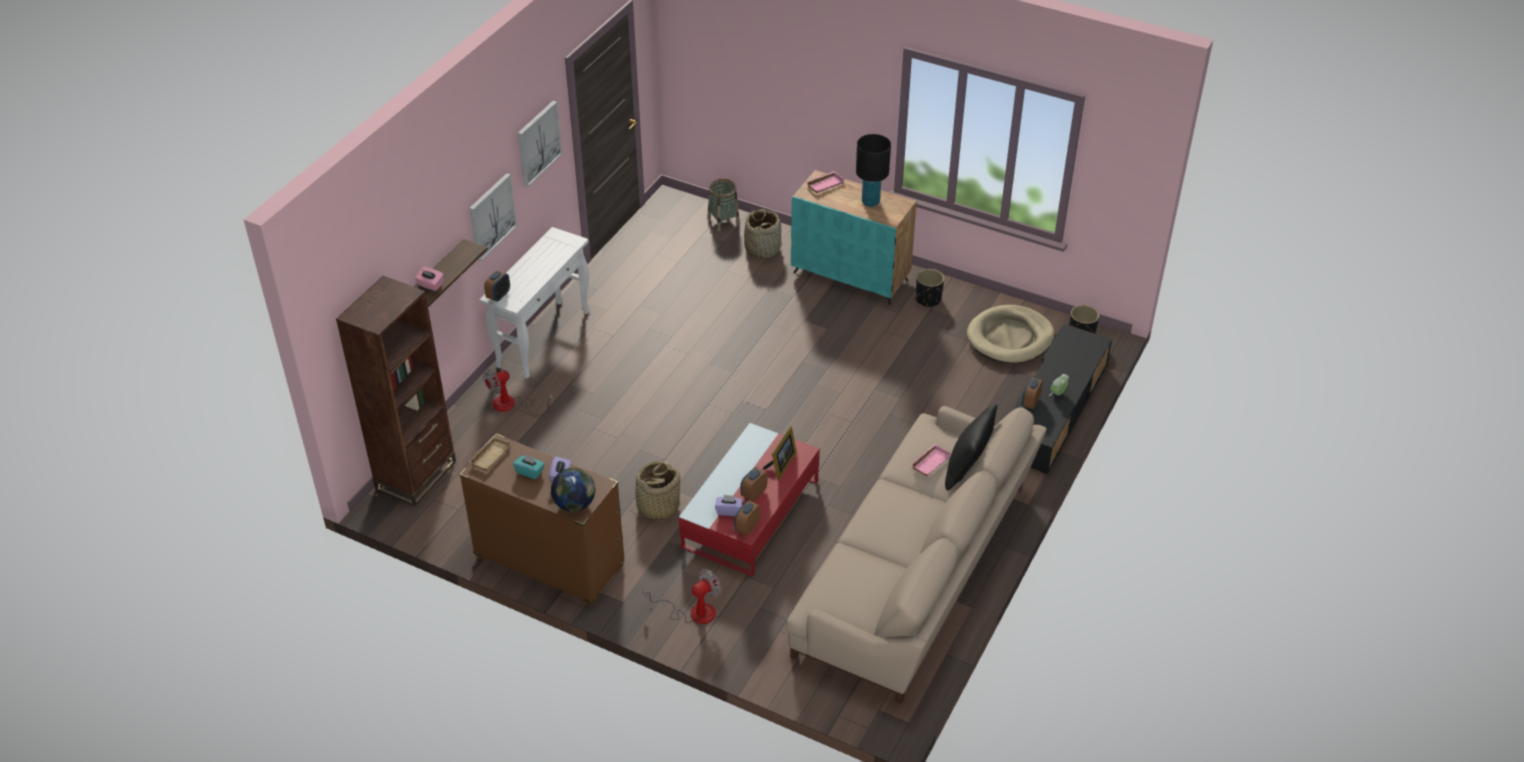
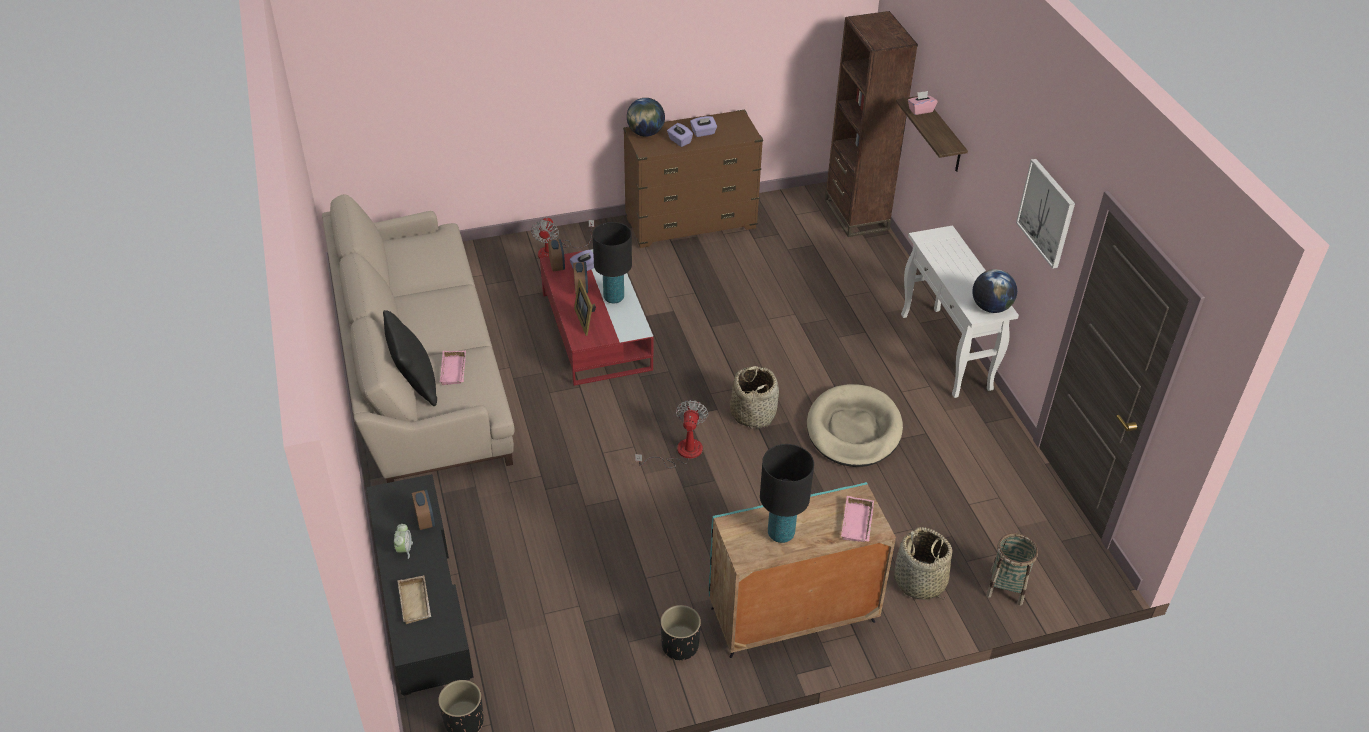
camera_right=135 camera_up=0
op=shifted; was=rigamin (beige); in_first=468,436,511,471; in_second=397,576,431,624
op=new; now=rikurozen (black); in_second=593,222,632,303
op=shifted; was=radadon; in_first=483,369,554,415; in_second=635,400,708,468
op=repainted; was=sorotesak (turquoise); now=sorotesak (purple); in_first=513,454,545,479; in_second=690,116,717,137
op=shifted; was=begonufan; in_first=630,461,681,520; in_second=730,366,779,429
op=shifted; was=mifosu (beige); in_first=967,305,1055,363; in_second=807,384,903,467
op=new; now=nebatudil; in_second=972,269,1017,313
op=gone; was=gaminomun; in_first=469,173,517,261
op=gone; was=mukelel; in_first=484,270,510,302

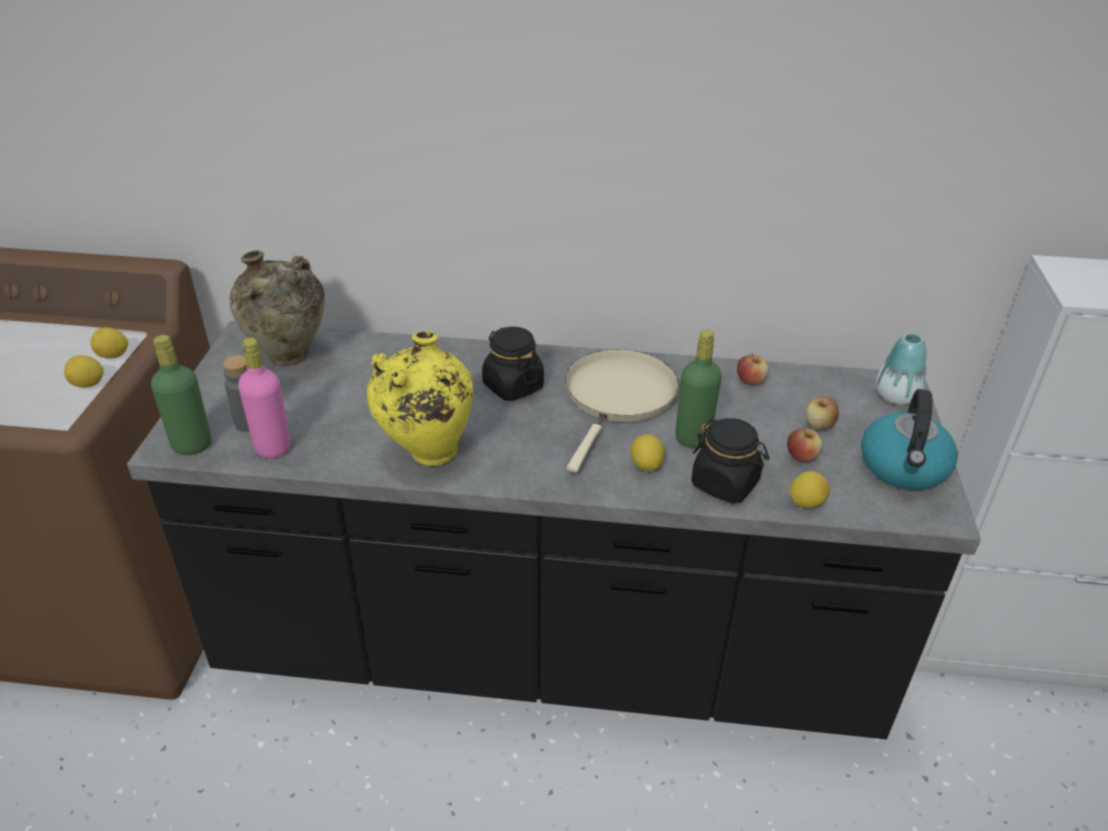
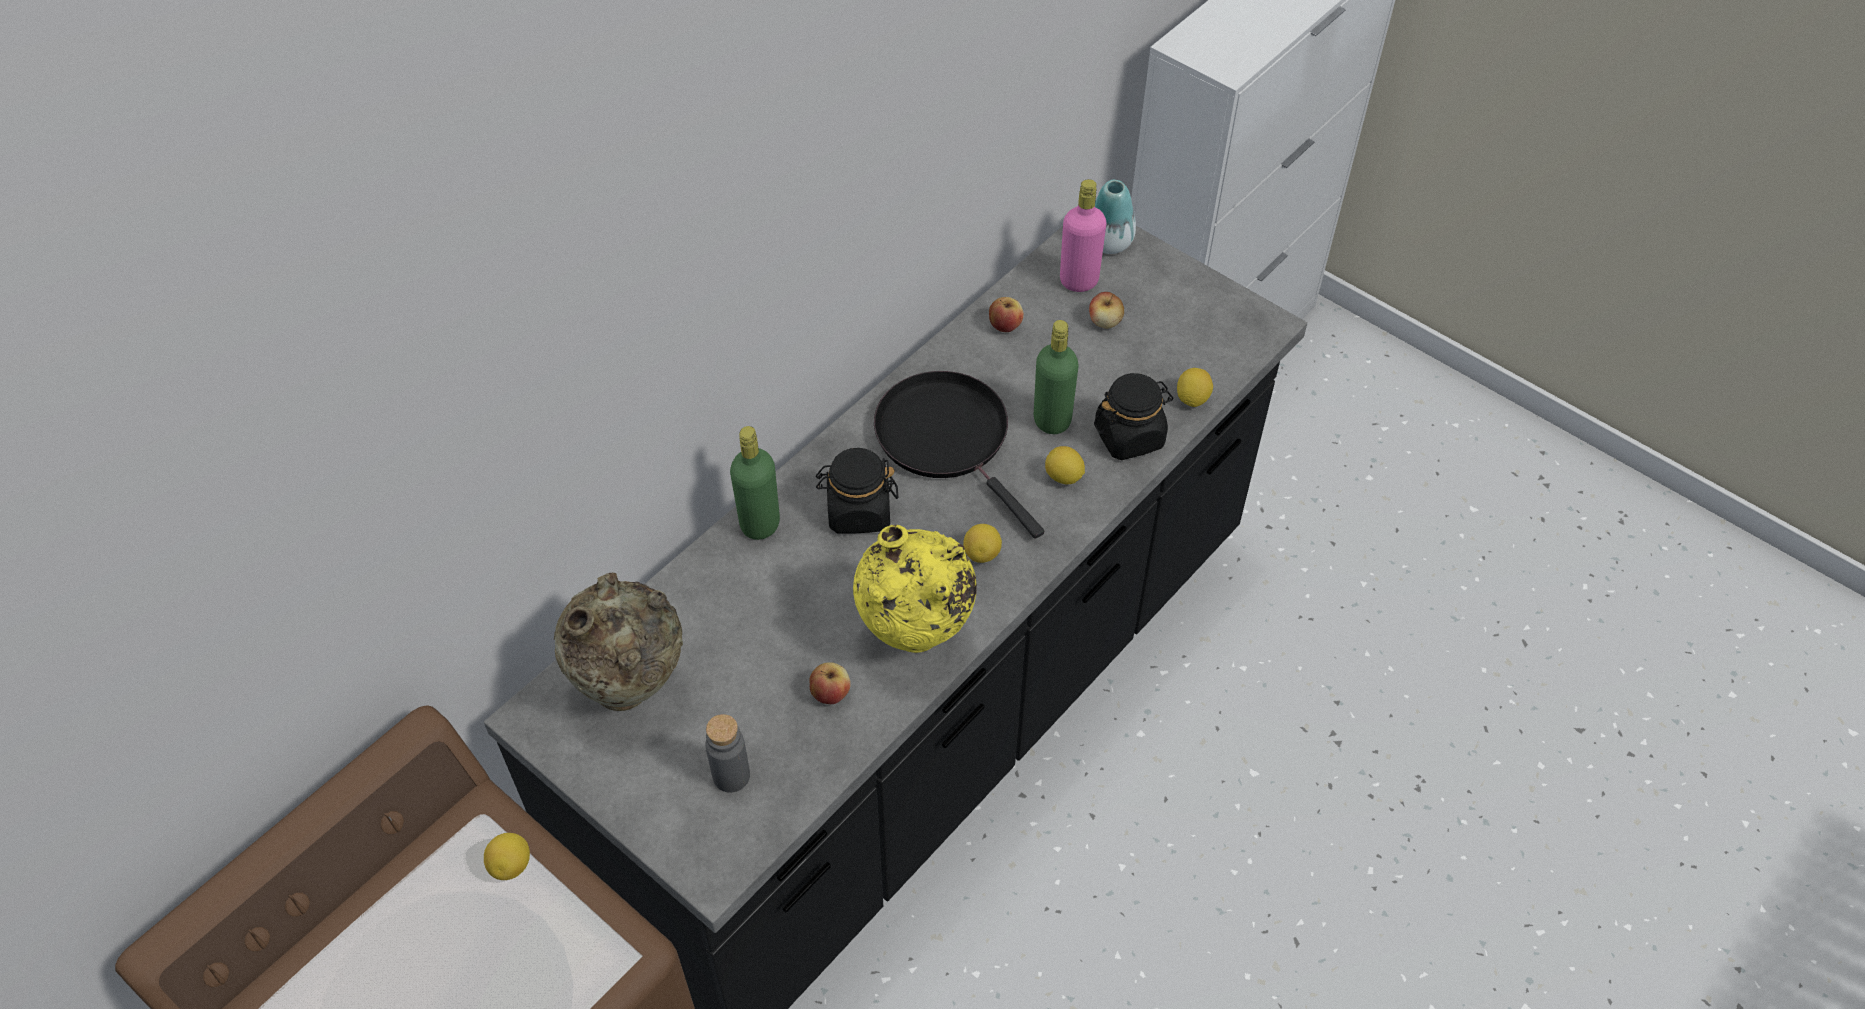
camera_right=-55 camera_up=15
op=shifted; was=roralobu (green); in_first=151,335,211,455; in_second=730,426,780,540
op=shifted; was=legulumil; in_first=787,427,823,462; in_second=809,662,851,704
op=repainted; was=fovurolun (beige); now=fovurolun (black); in_first=565,349,679,473; in_second=874,371,1044,538
op=shifted; was=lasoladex; in_first=64,355,104,388; in_second=963,524,1002,563
op=shifted; was=roralobu (pink); in_first=238,338,291,459; in_second=1060,179,1107,292
op=gone; was=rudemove; in_first=861,389,958,490

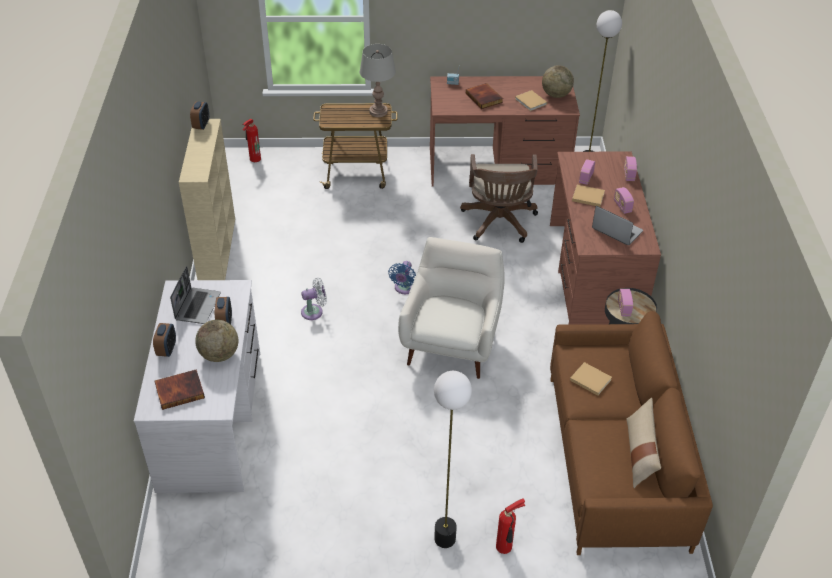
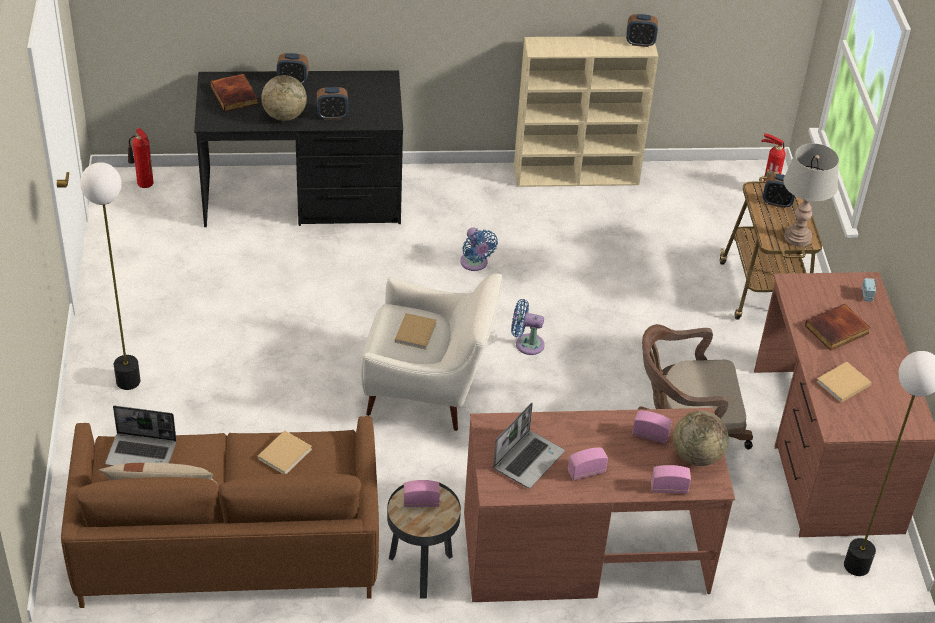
camera_right=85 camera_up=0
op=shifted; was=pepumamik; in_first=170,266,221,324; in_second=105,406,176,466
op=shifted; was=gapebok; in_first=496,499,526,554; in_second=128,128,154,188
op=repainted; was=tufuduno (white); now=tufuduno (black); in_first=134,280,260,493; in_second=194,70,403,227
op=shifted; was=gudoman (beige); in_first=572,185,605,207; in_second=395,313,437,349
op=repainted; was=radadon (white); now=radadon (blue); in_first=301,278,327,320; in_second=460,228,498,271
op=shifted; was=nebatudil; in_first=542,65,574,98; in_second=673,411,729,466
op=new; now=mukelel; in_second=763,173,795,208

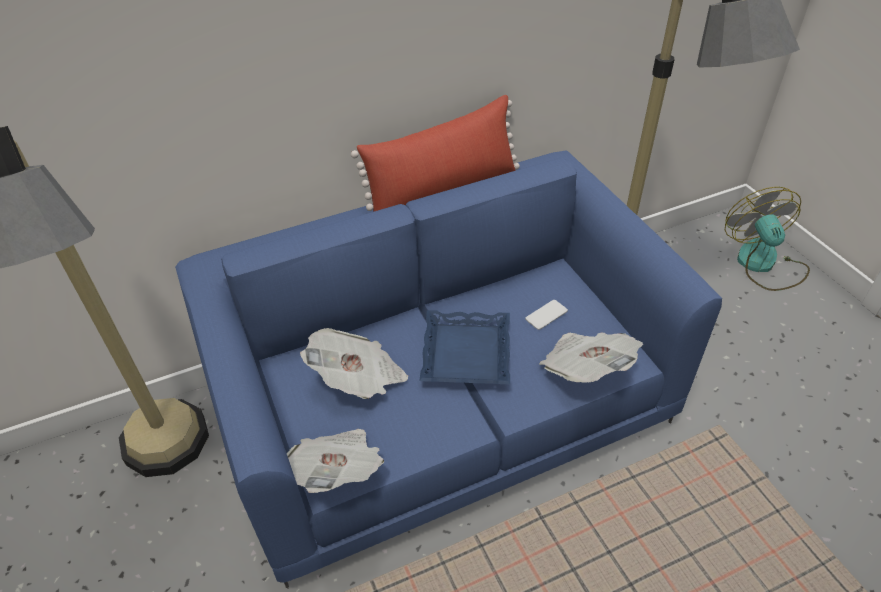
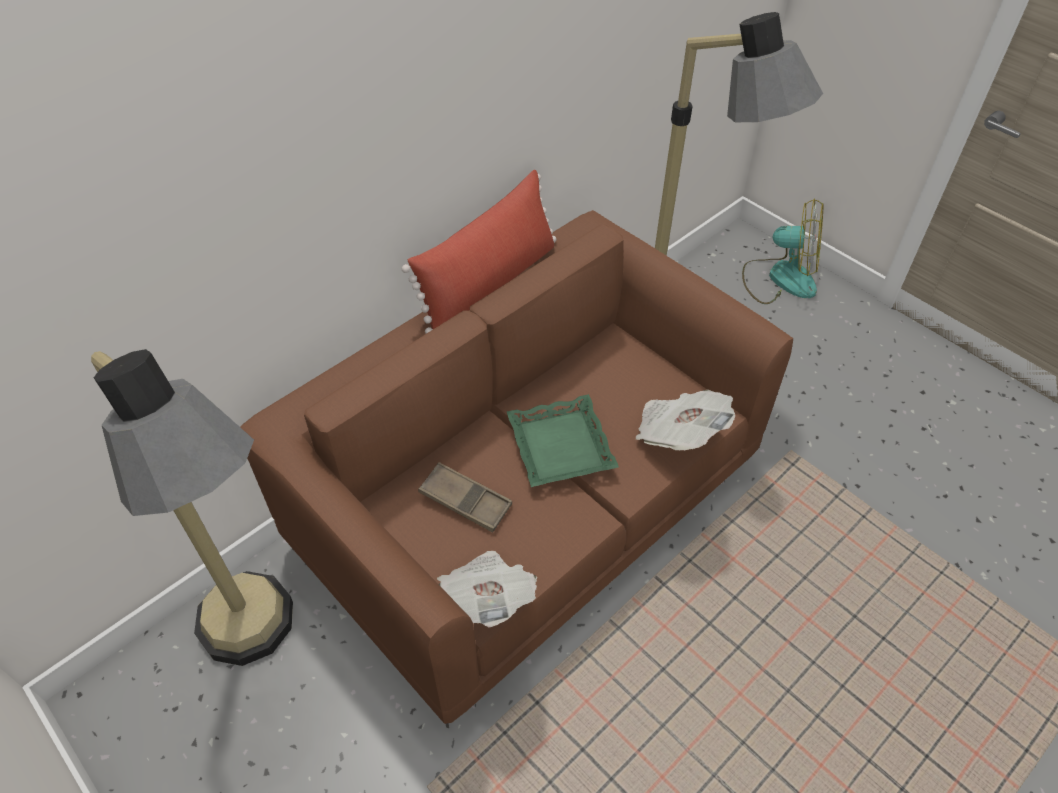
camera_right=-20 camera_up=5
op=repainted; was=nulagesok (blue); now=nulagesok (brown); in_first=175,150,722,589; in_second=240,210,793,728
op=swapped; was=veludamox; now=rigamin (brown); in_first=300,328,408,399; in_second=418,462,512,533
op=repainted; was=rigamin (blue); now=rigamin (green); in_first=420,310,510,384; in_second=507,394,619,487
op=rotated; was=radadon; in_first=725,187,810,291; in_second=742,198,823,304; clockwise=135
op=gone; was=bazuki; in_first=525,300,568,330

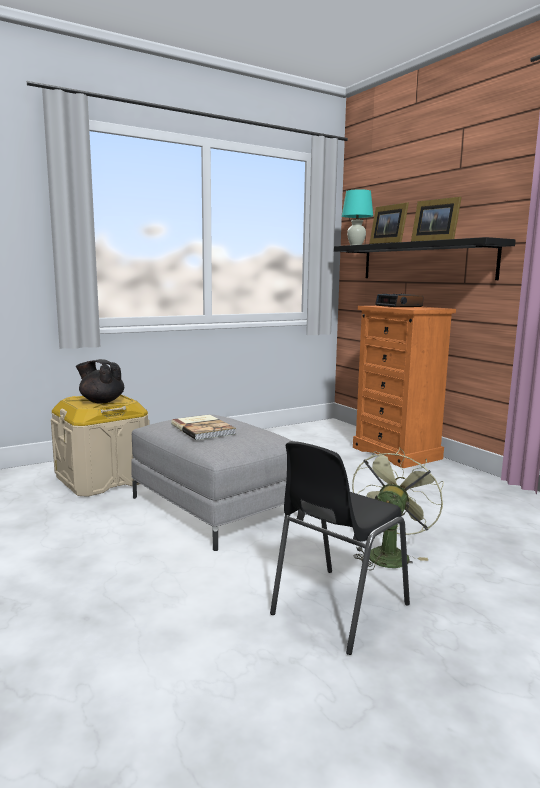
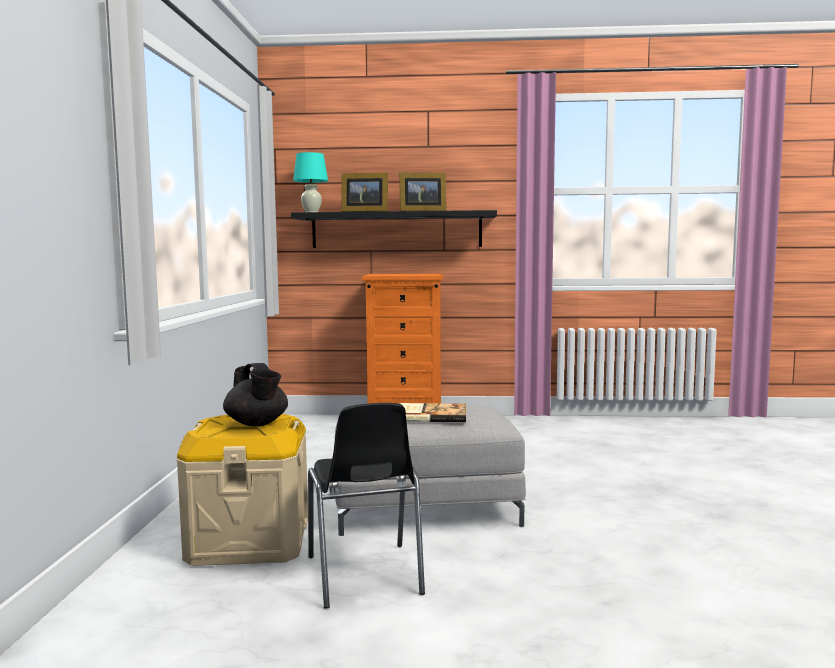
camera_right=-55 camera_up=-5
op=rotated; was=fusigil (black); in_first=76,359,124,403; in_second=223,363,288,426; clockwise=-90
op=shifted; was=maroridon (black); in_first=270,441,410,655; in_second=308,403,425,609
op=gone; was=radadon (green); in_first=352,447,444,570
op=gone; was=mukelel; in_first=375,294,423,307

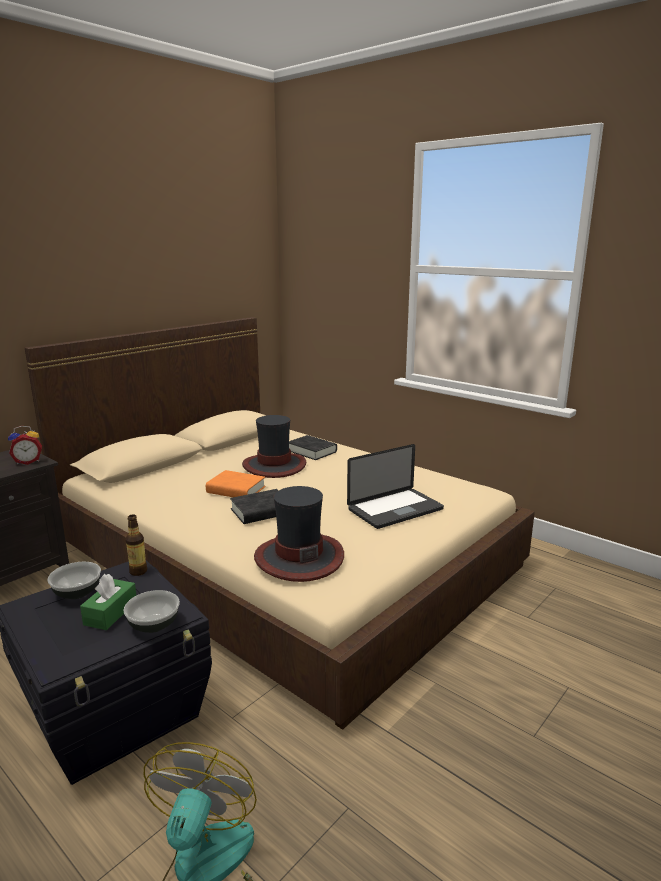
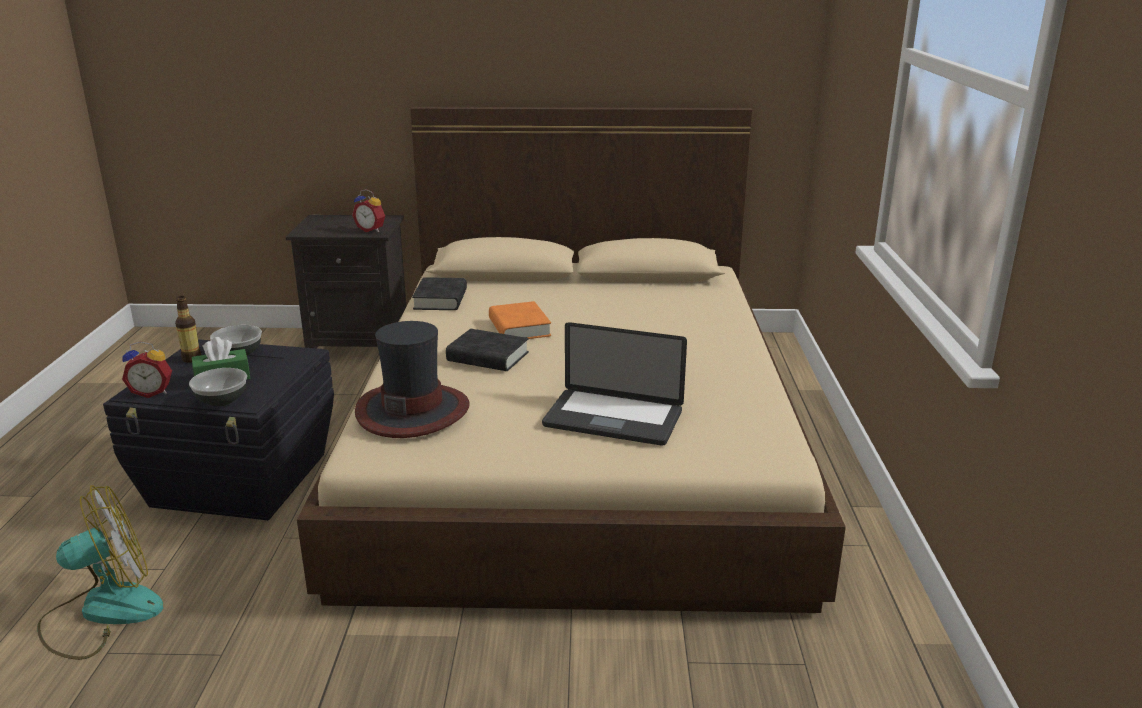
camera_right=50 camera_up=5
op=new; now=mukelel; in_second=122,341,172,398
op=shifted; was=roralobu; in_first=126,515,147,576; in_second=175,296,201,363
op=shifted; was=gudoman (black); in_first=289,435,337,460; in_second=412,277,467,310
op=gone; was=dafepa; in_first=242,415,306,478

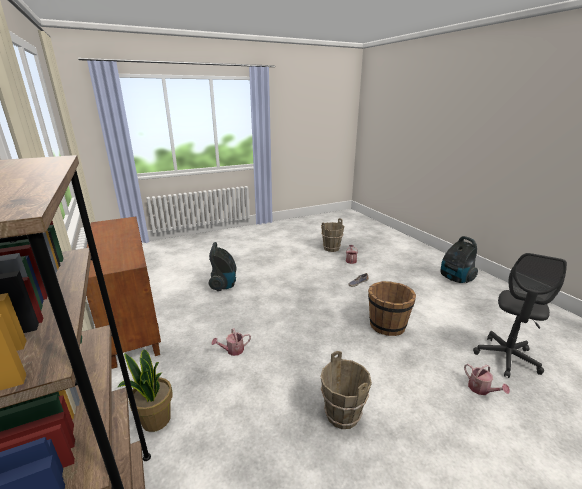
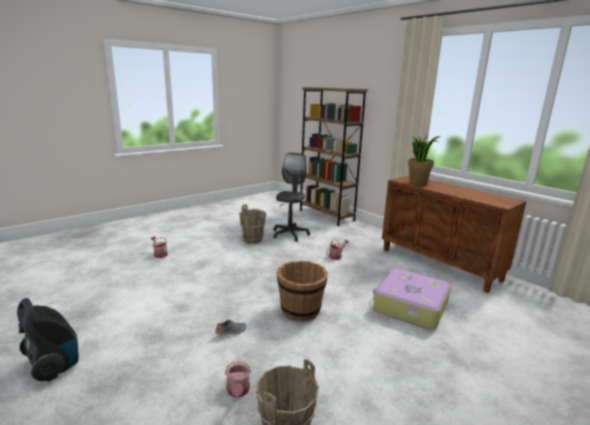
camera_right=165 camera_up=-5
op=shifted; was=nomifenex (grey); in_first=473,253,567,378; in_second=273,153,310,242
op=shifted; was=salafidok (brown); in_first=368,281,416,336; in_second=277,261,328,321
op=swapped; was=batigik; now=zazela; in_first=209,242,236,291; in_second=373,269,451,330
op=shifted; was=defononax; in_first=117,349,173,432; in_second=408,136,441,186

